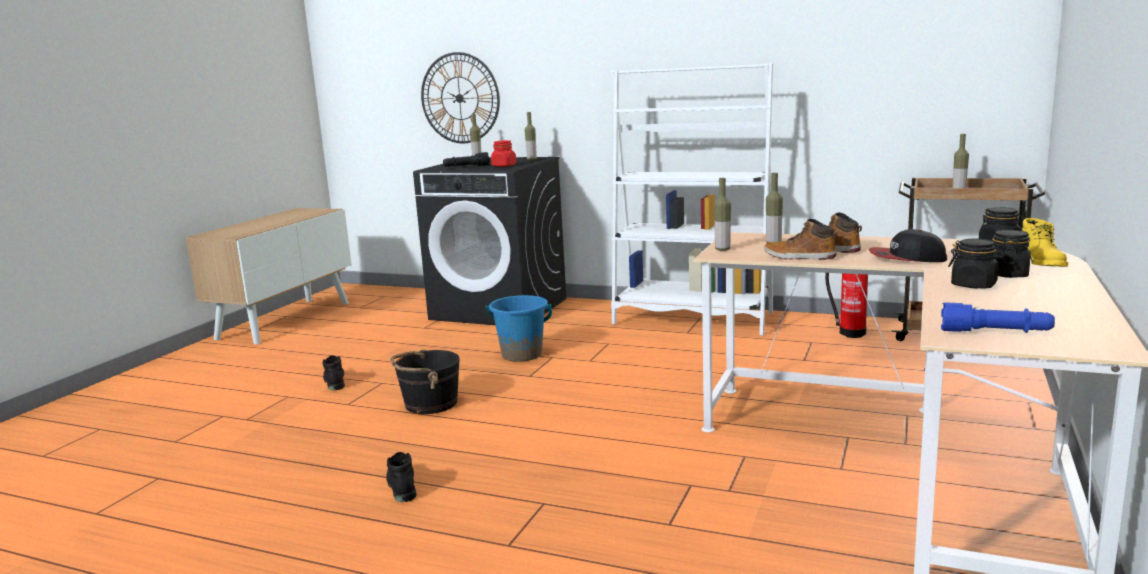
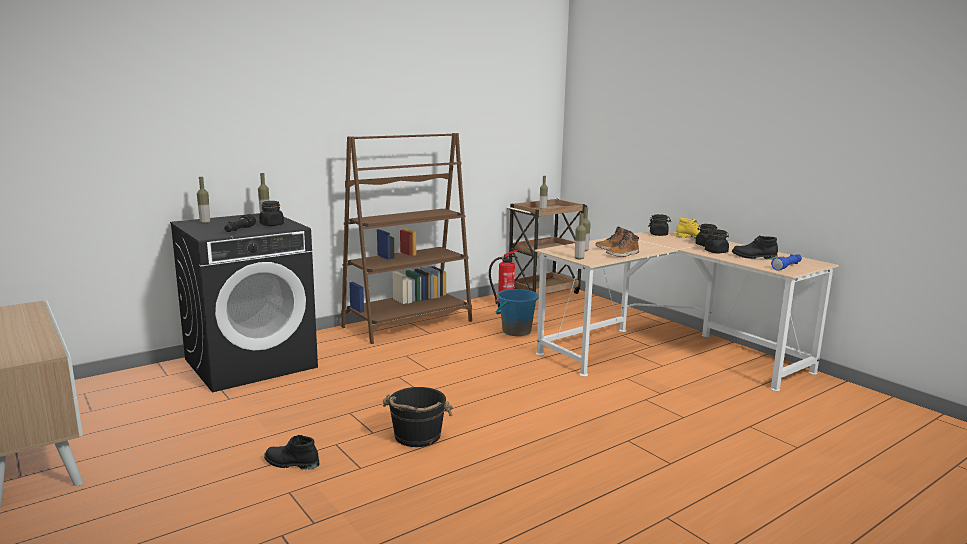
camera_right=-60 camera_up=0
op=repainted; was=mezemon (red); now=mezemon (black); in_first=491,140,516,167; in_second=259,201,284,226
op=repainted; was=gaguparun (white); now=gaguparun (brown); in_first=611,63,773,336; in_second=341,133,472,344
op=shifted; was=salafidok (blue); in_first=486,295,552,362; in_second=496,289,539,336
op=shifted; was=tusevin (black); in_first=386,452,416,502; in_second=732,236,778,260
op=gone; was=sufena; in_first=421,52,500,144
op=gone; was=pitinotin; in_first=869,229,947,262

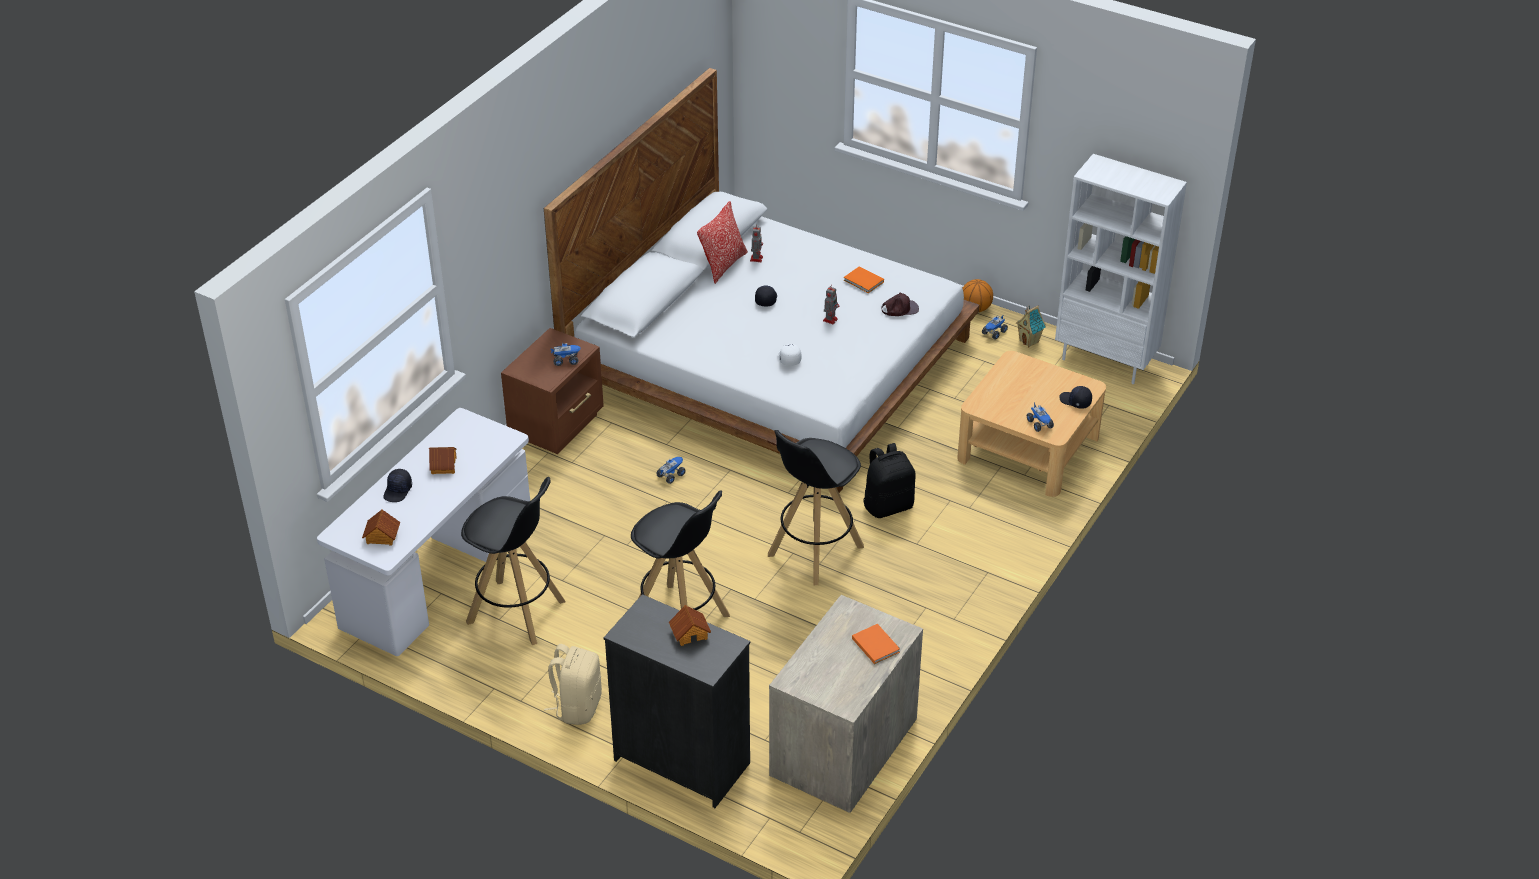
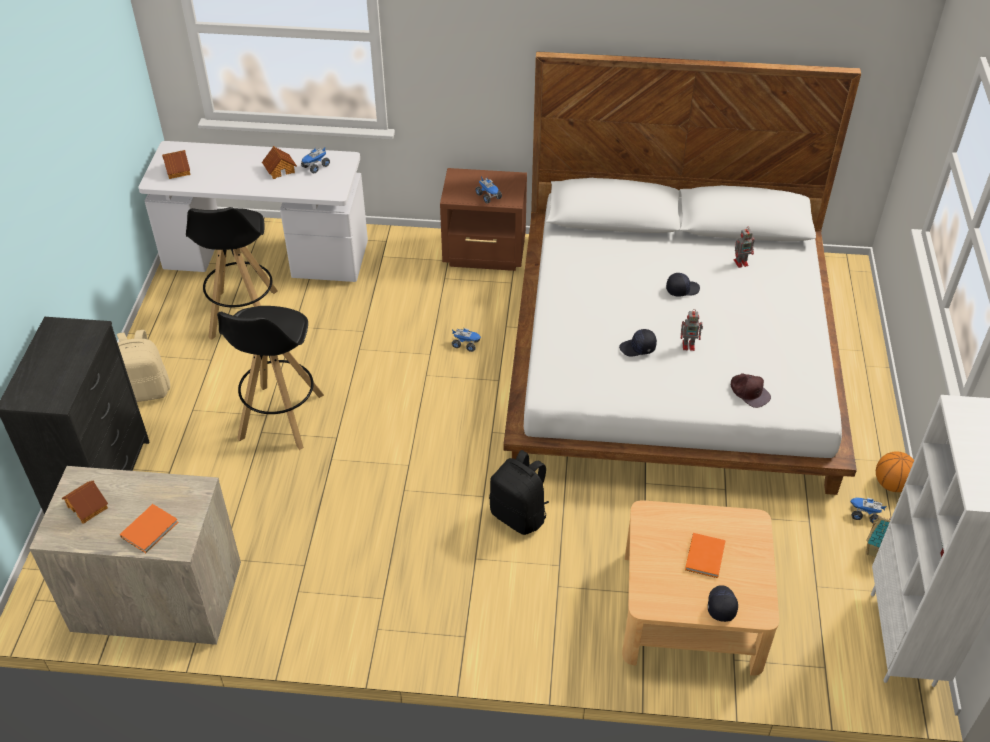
camera_right=65 camera_up=5
op=shifted; was=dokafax; in_first=669,605,711,646; in_second=62,480,108,524
op=shifted; was=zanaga; in_first=1027,402,1054,432; in_second=301,147,330,173
op=shifted; was=pitinotin (black); in_first=383,469,412,502; in_second=619,329,657,356
op=shifted; was=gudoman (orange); in_first=844,266,884,293; in_second=685,533,725,578
op=gone; was=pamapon; in_first=697,201,748,284
op=gone; was=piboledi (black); in_first=768,430,864,585
op=gone; was=pitinotin (white); in_first=778,344,801,366

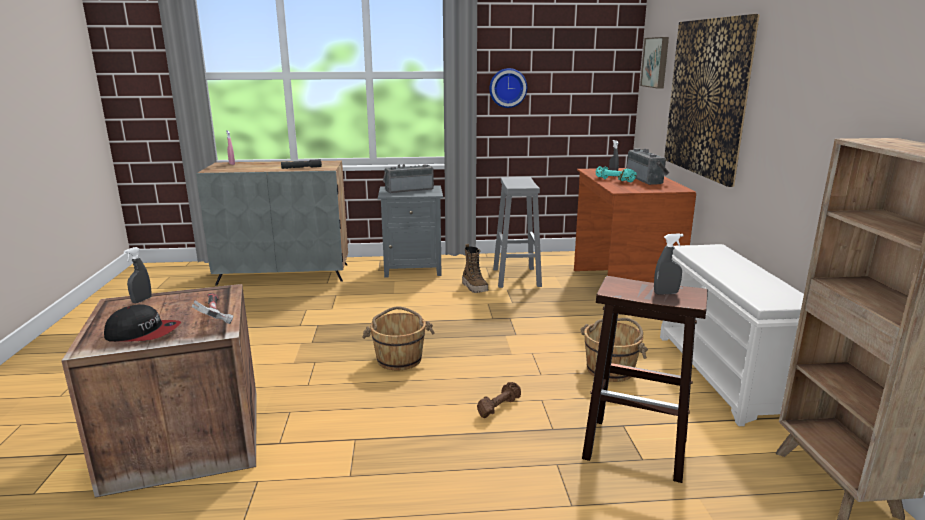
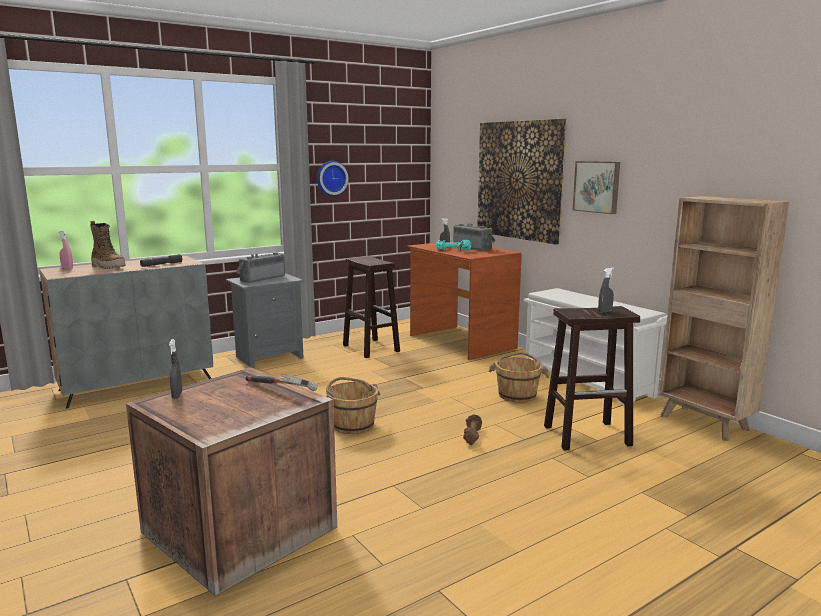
camera_right=-30 camera_up=-5
op=shifted; was=tusevin; in_first=462,244,488,293; in_second=90,221,126,269
op=repainted; was=piboledi (grey); now=piboledi (brown); in_first=493,177,542,288; in_second=343,256,400,358
op=shifted; was=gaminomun; in_first=640,37,669,89; in_second=573,161,620,214
op=gone; was=pitinotin; in_first=104,304,181,342

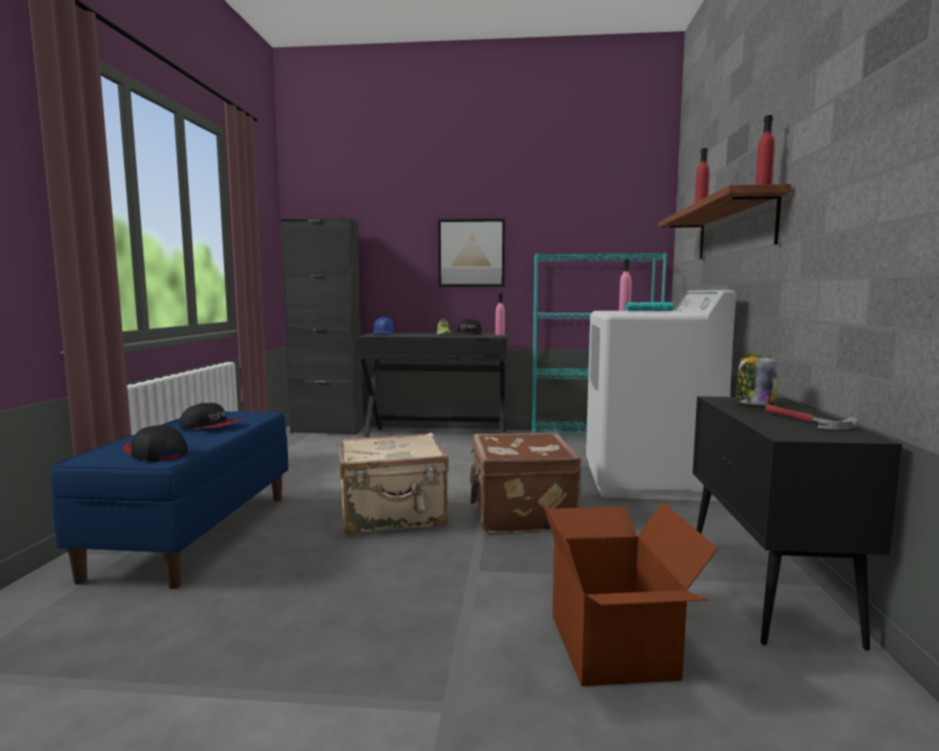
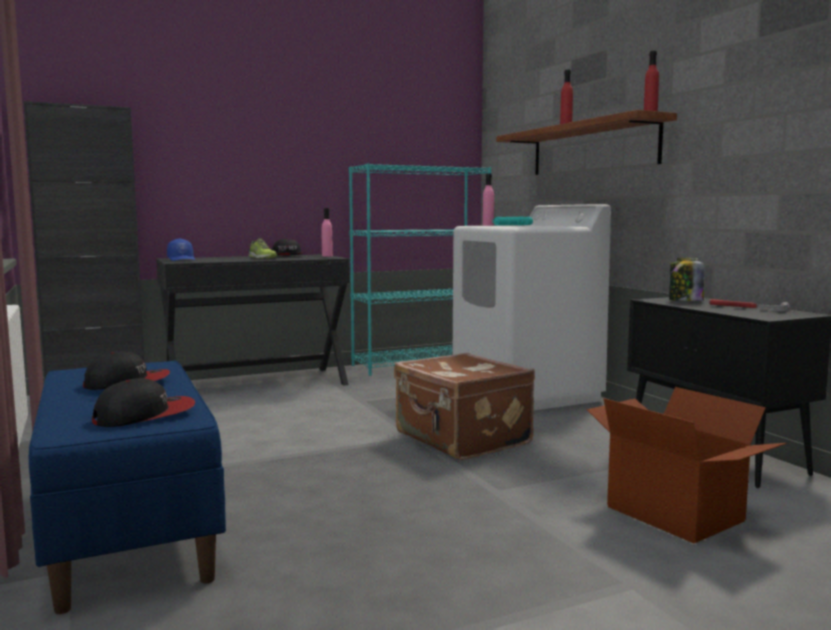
camera_right=-30 camera_up=0
op=rotated; was=pitinotin; in_first=122,425,188,462; in_second=92,378,195,427; clockwise=135
op=gone; was=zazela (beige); in_first=339,432,449,534
op=gone; was=gaminomun; in_first=438,219,505,287

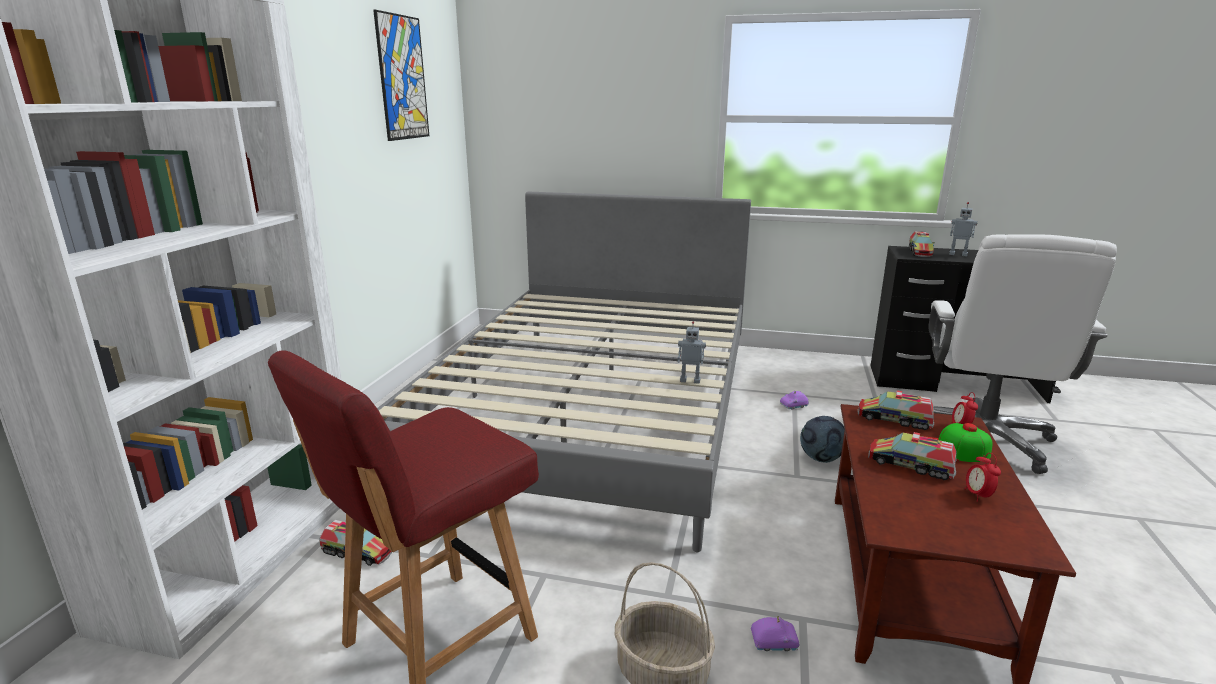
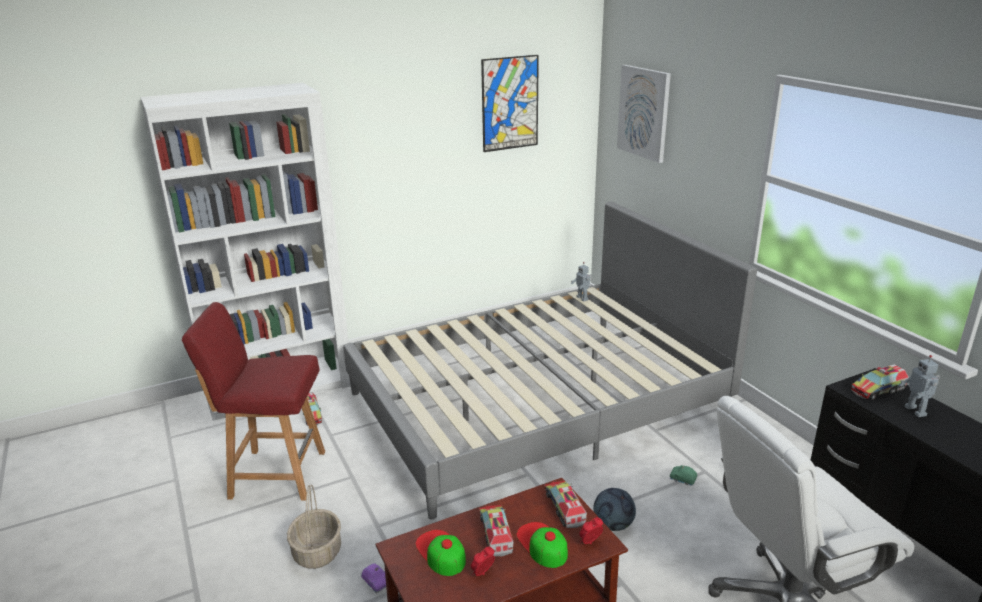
camera_right=50 camera_up=5
op=new; now=pitinotin; in_second=416,530,466,576
op=shifted; was=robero; in_first=677,321,706,384; in_second=571,262,592,302
op=new; now=gaminomun; in_second=617,65,671,163
op=repainted; was=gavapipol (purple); now=gavapipol (green); in_first=780,391,809,410; in_second=670,465,697,486

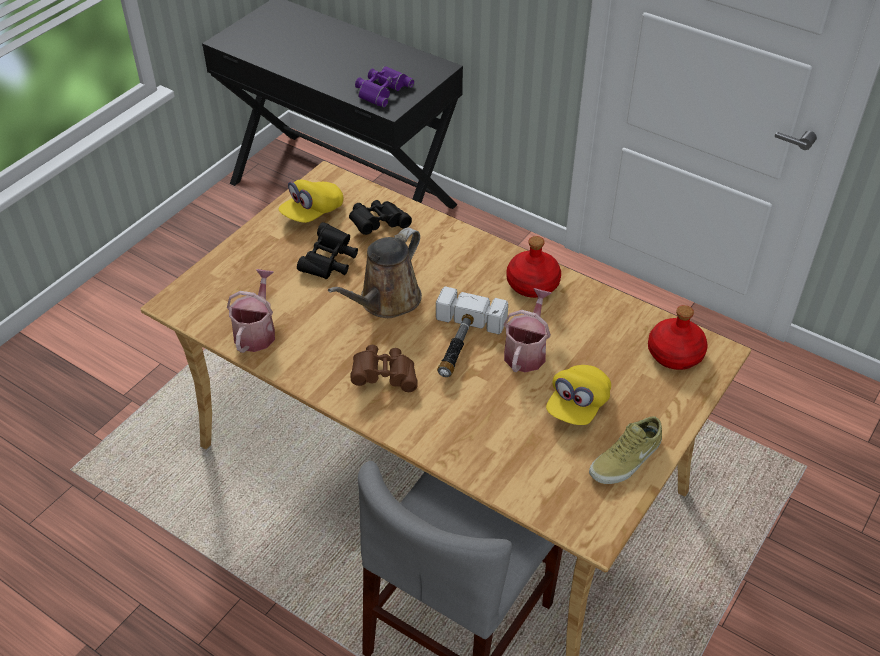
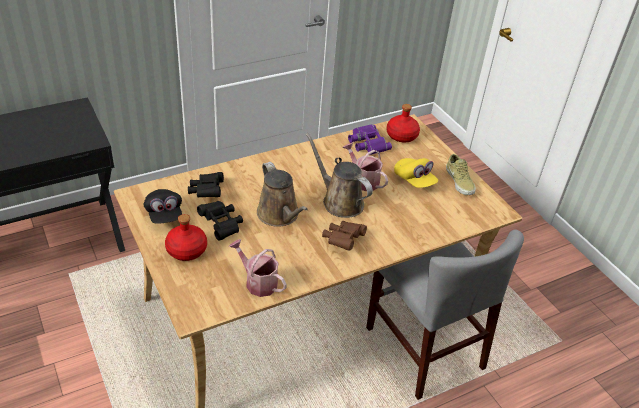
camera_right=-65 camera_up=-5
op=repainted; was=pitinotin (yellow); now=pitinotin (black); in_first=279,179,343,223; in_second=144,189,182,224
op=shifted; was=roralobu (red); in_first=507,236,561,298; in_second=165,214,207,261
op=swapped; was=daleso; now=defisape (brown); in_first=436,286,508,377; in_second=306,133,373,218
op=shifted; was=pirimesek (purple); in_first=355,66,414,108; in_second=348,124,392,155

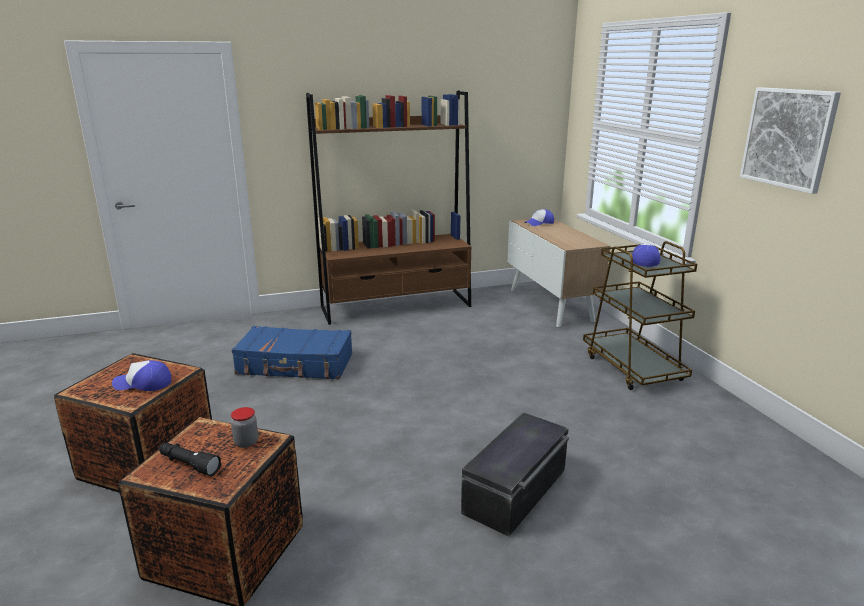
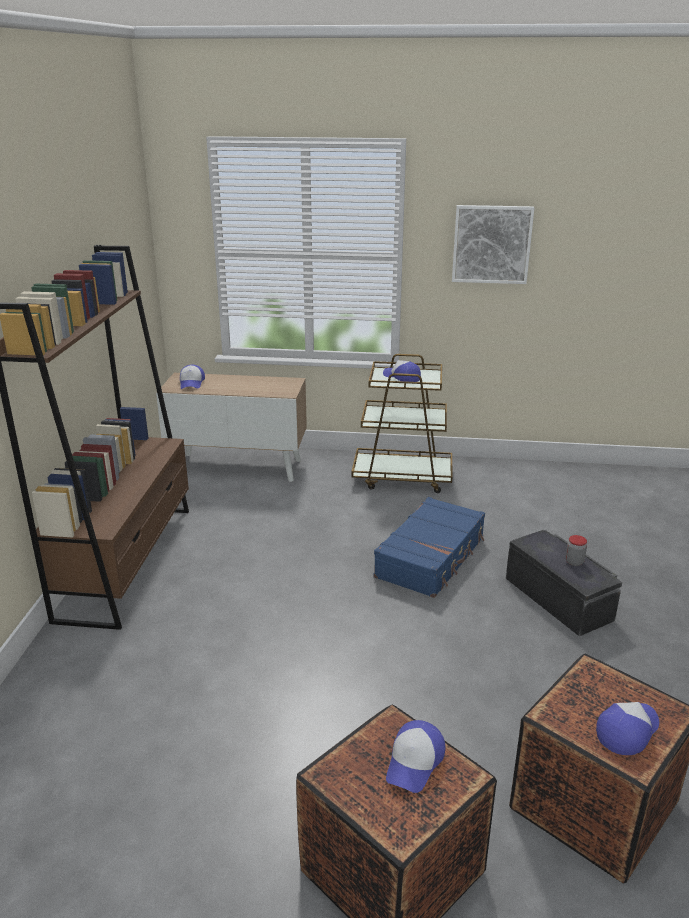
camera_right=-65 camera_up=5
op=shifted; was=zazela (blue); in_first=232,326,352,380; in_second=373,497,485,598
op=shifted; was=mezemon; in_first=231,407,258,448; in_second=565,535,587,566
op=swapped; was=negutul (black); now=pitinotin; in_first=159,443,221,476; in_second=596,702,659,755

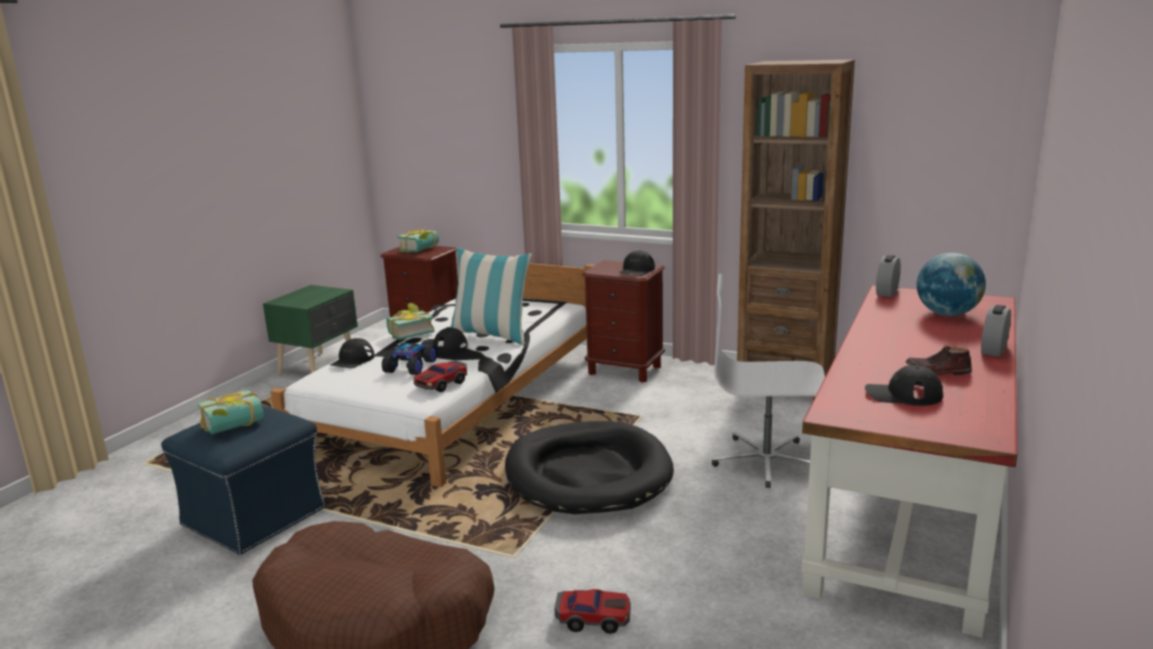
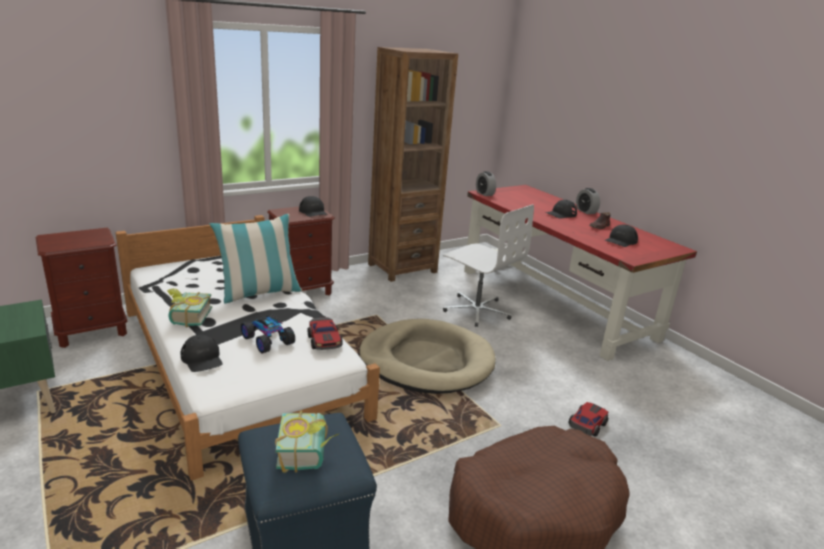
camera_right=-60 camera_up=5
op=repainted; was=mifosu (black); now=mifosu (beige); in_first=505,421,674,514; in_second=359,319,496,394
op=rotated; was=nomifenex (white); in_first=712,274,825,488; in_second=443,204,534,327; clockwise=-90
op=shifted; was=pitinotin (black); in_first=421,328,468,353; in_second=545,200,577,219
op=gone; was=gudoman; in_first=397,229,439,253
op=gone; was=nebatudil; in_first=917,252,986,316

